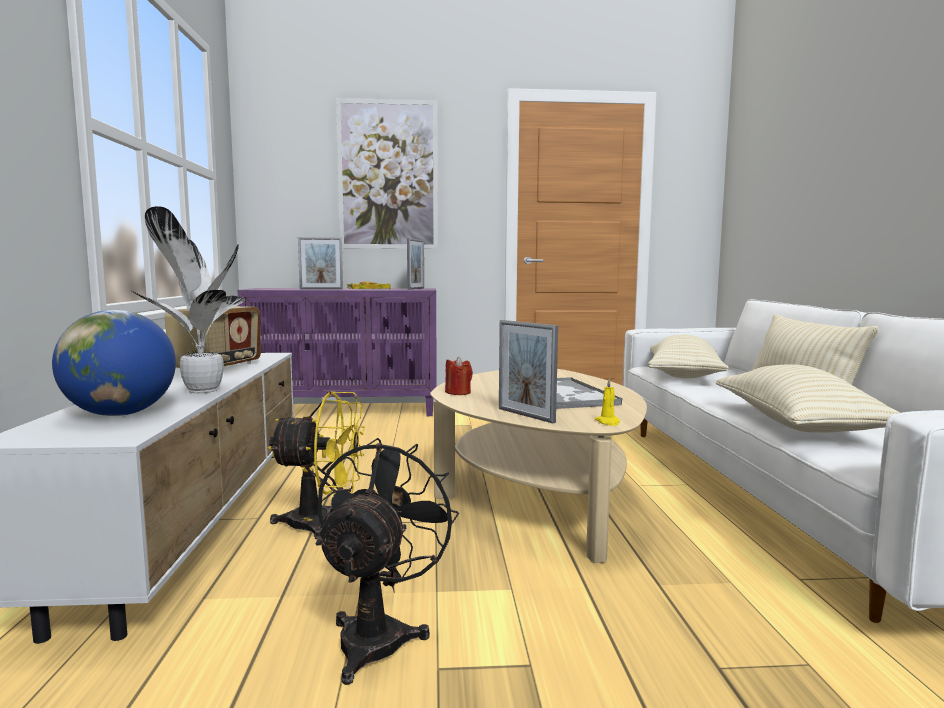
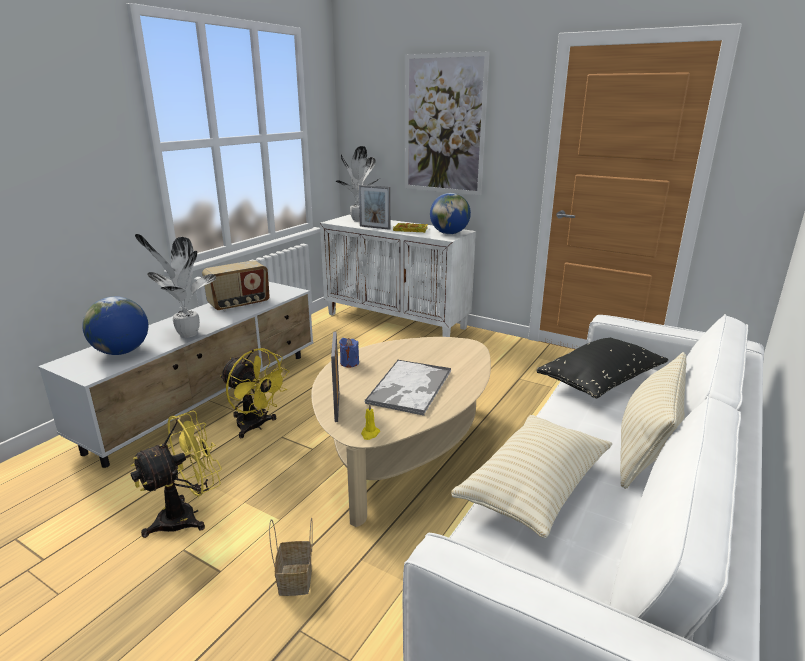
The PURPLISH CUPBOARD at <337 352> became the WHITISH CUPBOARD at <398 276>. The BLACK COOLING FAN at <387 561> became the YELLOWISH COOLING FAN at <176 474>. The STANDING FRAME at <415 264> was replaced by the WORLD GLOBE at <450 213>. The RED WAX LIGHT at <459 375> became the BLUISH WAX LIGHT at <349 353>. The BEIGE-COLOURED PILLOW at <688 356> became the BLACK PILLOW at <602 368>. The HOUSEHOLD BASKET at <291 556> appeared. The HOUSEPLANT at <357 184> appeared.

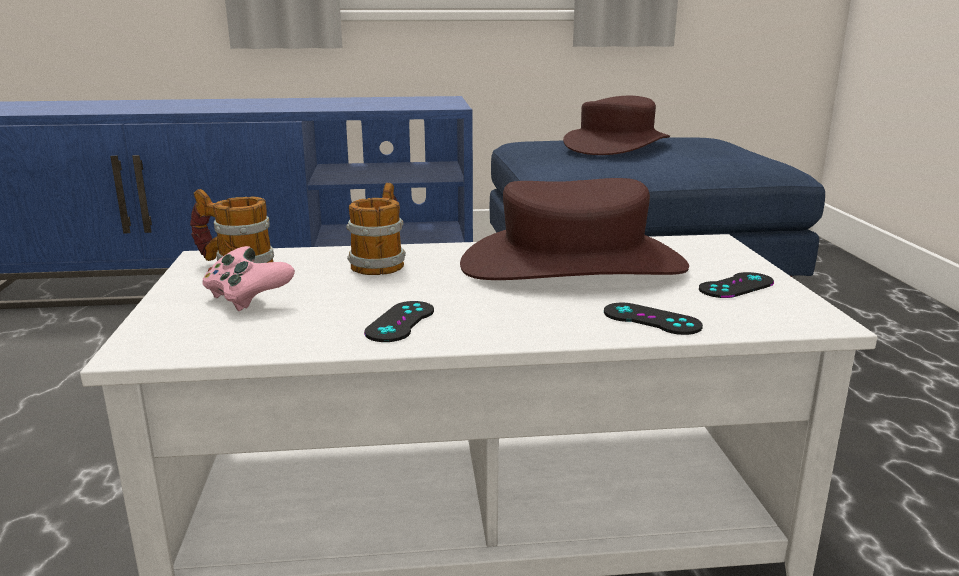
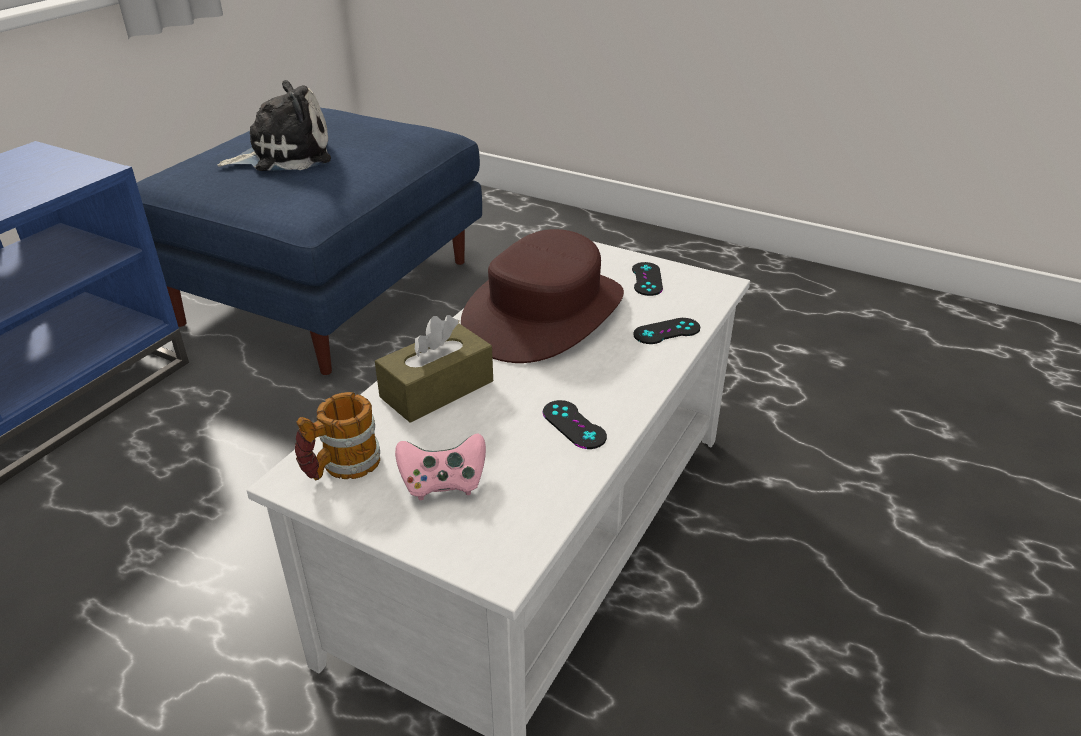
The TEA MUG at <376 229> was replaced by the BROWNISH TISSUE BOX at <434 369>. The BROWNISH CLOTHING HAT at <616 125> was replaced by the SOFT TOY at <274 125>.

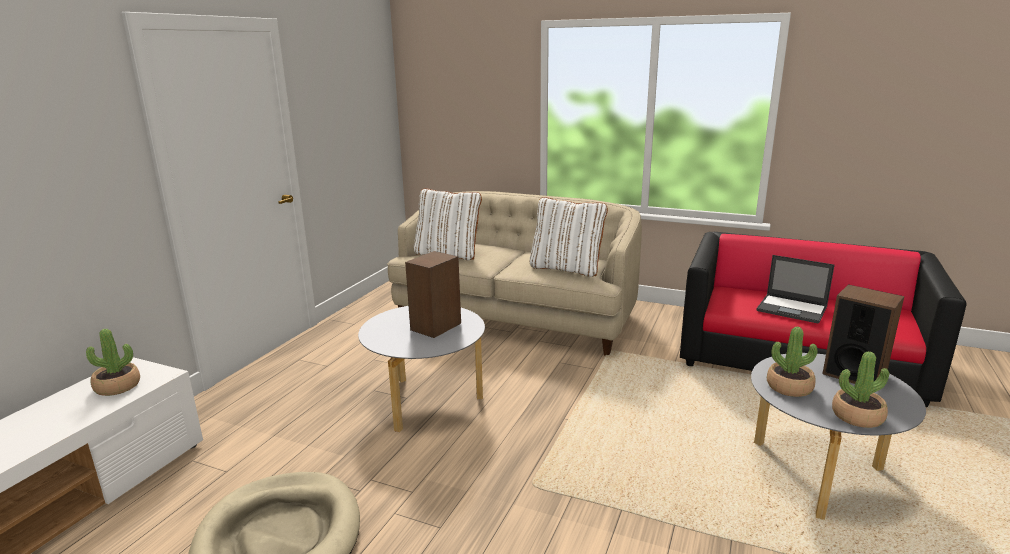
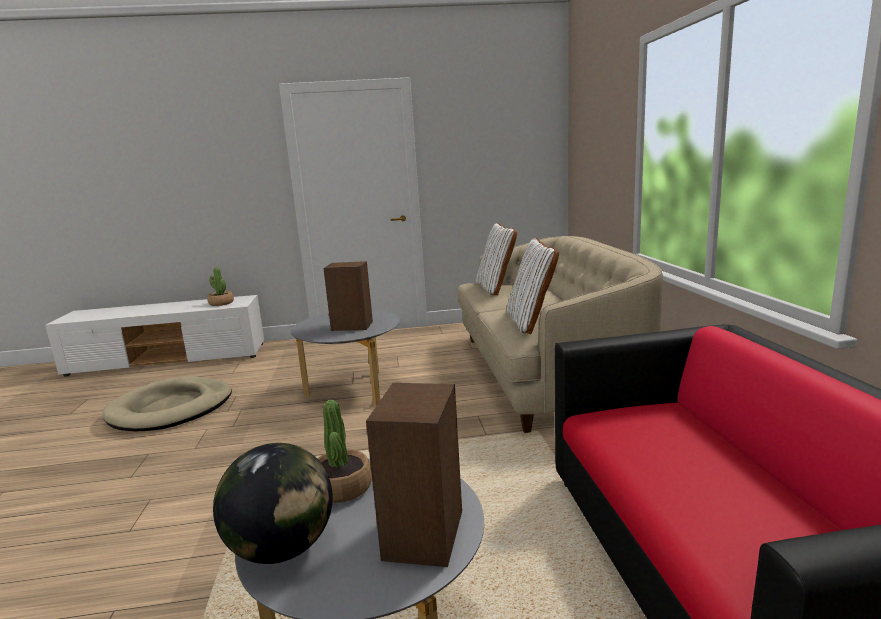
The LAPTOP at <795 289> disappeared. The HOUSEPLANT at <860 390> was replaced by the WORLD GLOBE at <273 503>.

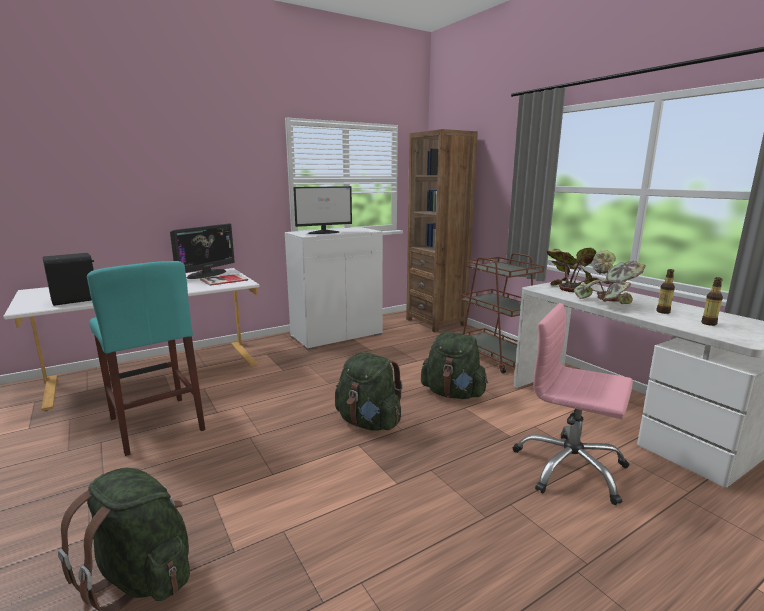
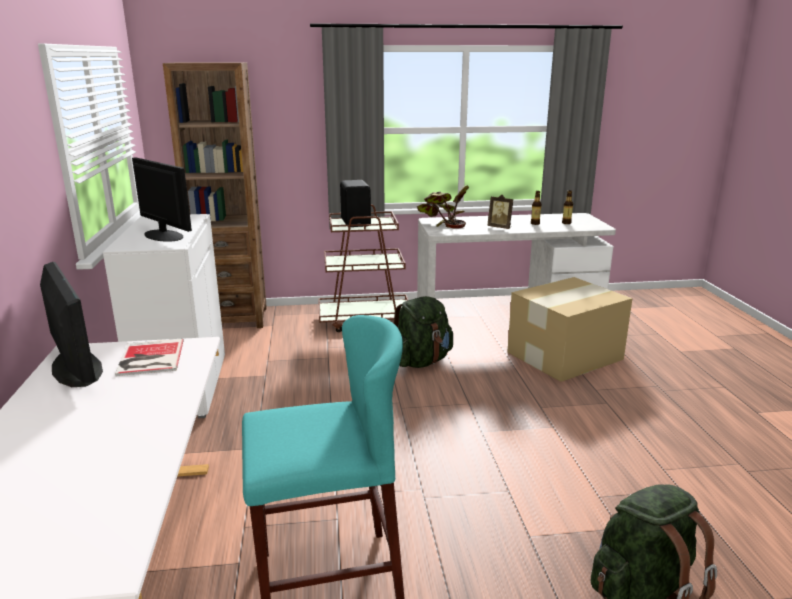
The BLACK LOUDSPEAKER moved from <68 279> to <355 203>. The COMPUTER SCREEN at <322 210> turned 45 degrees counterclockwise. The GREEN RUCKSACK at <369 391> disappeared. The PINK-COLOURED OFFICE CHAIR at <573 404> was replaced by the PACKING BOX at <570 329>. The HOUSEPLANT at <610 277> was replaced by the STANDING FRAME at <500 212>.

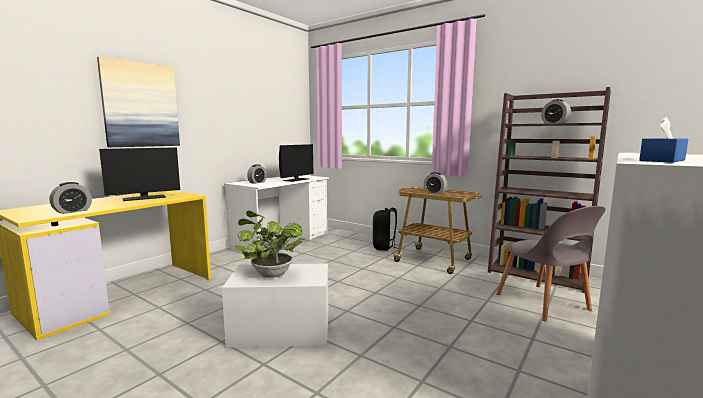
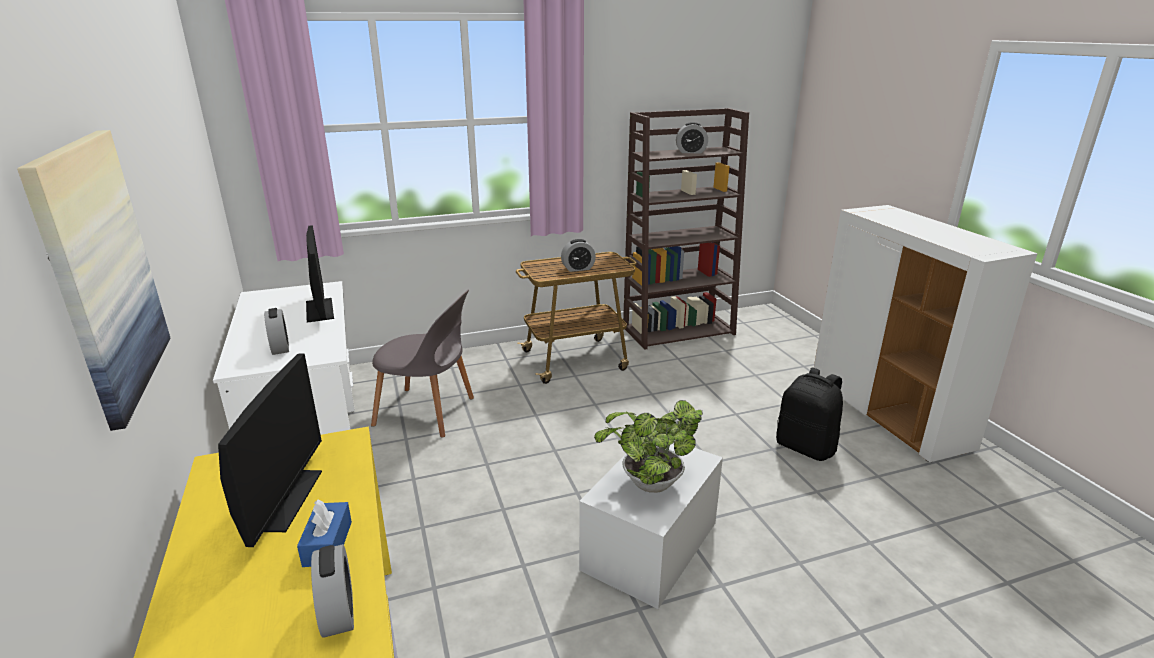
The BLACK RUCKSACK moved from <386 229> to <809 414>. The GREYISH UPRIGHT CHAIR moved from <551 264> to <422 363>. The BLUISH TISSUE BOX moved from <663 140> to <324 533>.

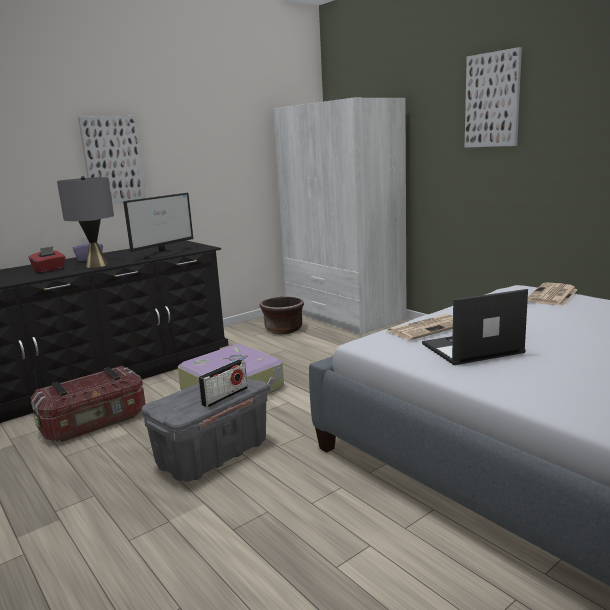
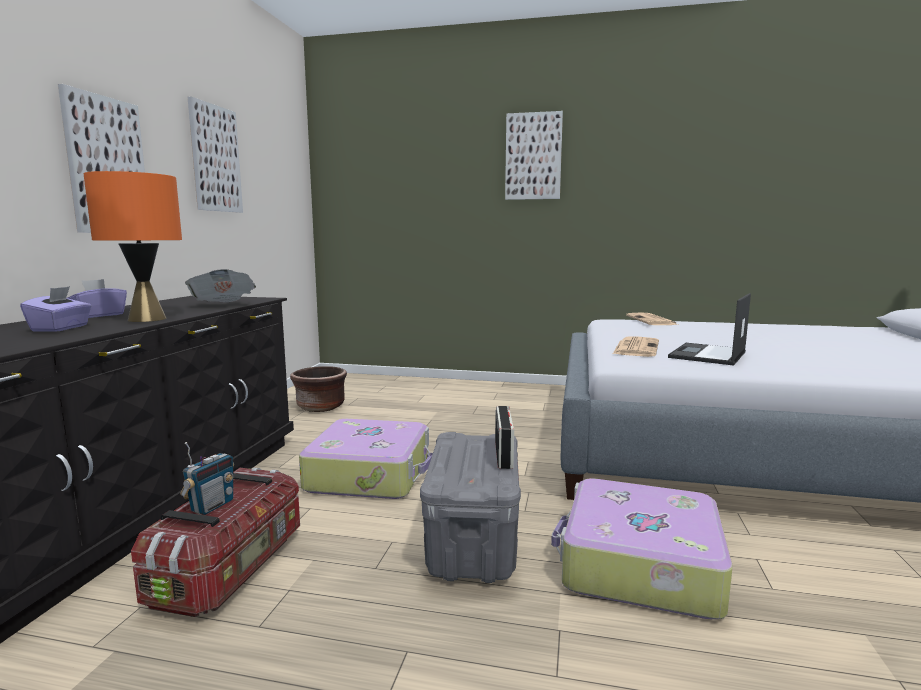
The RED TISSUE BOX at <46 259> became the PURPLISH TISSUE BOX at <55 309>. The GREYISH TABLE LAMP at <85 222> became the ORANGE-COLOURED TABLE LAMP at <132 246>. The COMPUTER SCREEN at <158 226> was replaced by the DAILY PAPER at <220 285>. The WHITISH WARDROBE at <340 216> disappeared. The RADIO RECEIVER at <207 478> appeared. The PICTURE at <215 155> appeared. The TRAVEL CASE at <642 548> appeared.

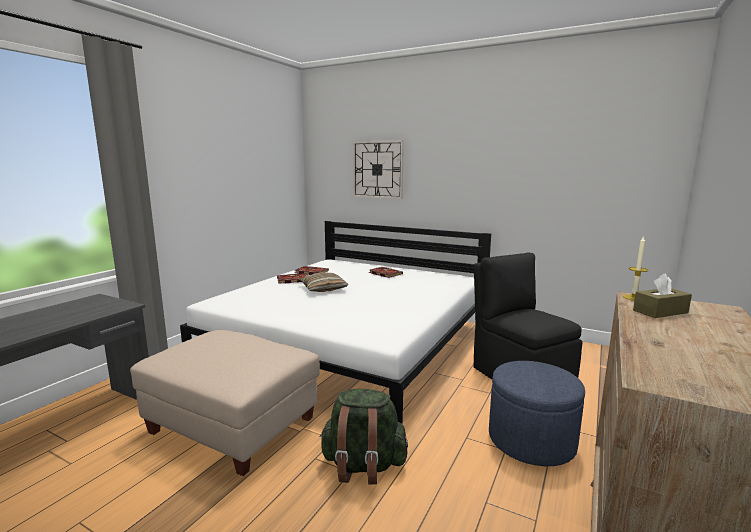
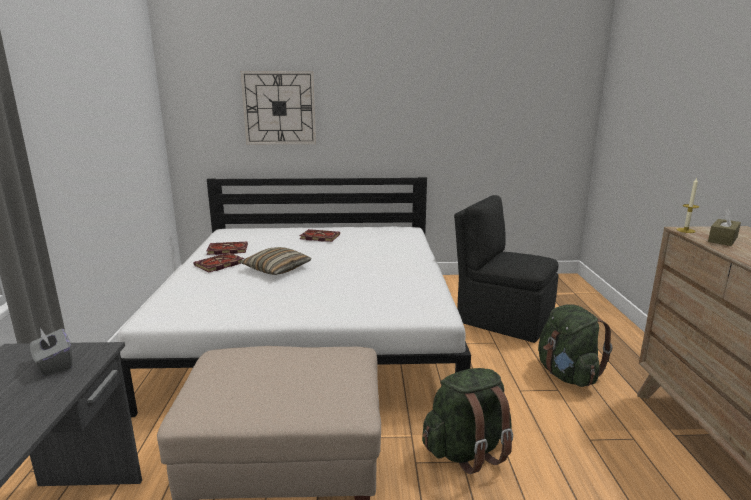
The BLUISH OTTOMAN at <537 413> was replaced by the GREEN RUCKSACK at <575 345>. The GREYISH TISSUE BOX at <51 352> appeared.

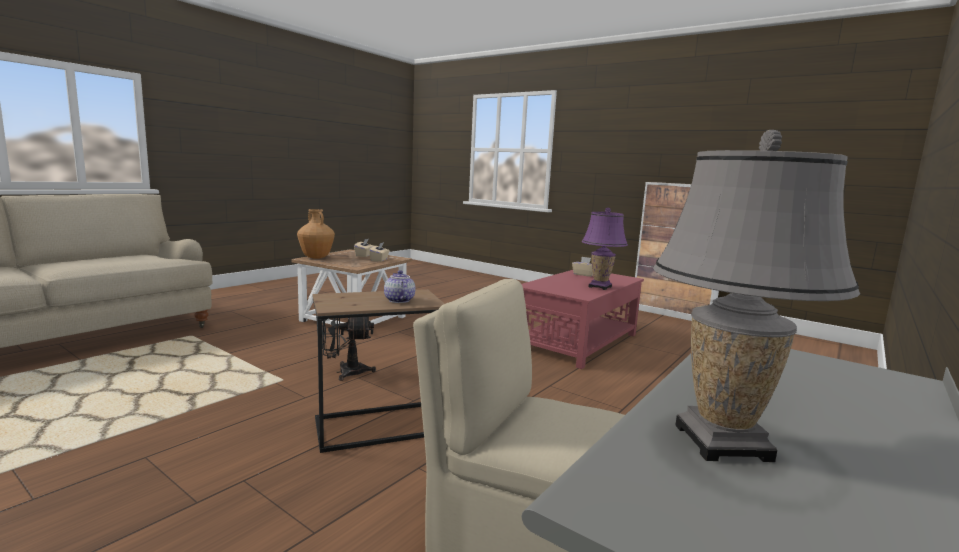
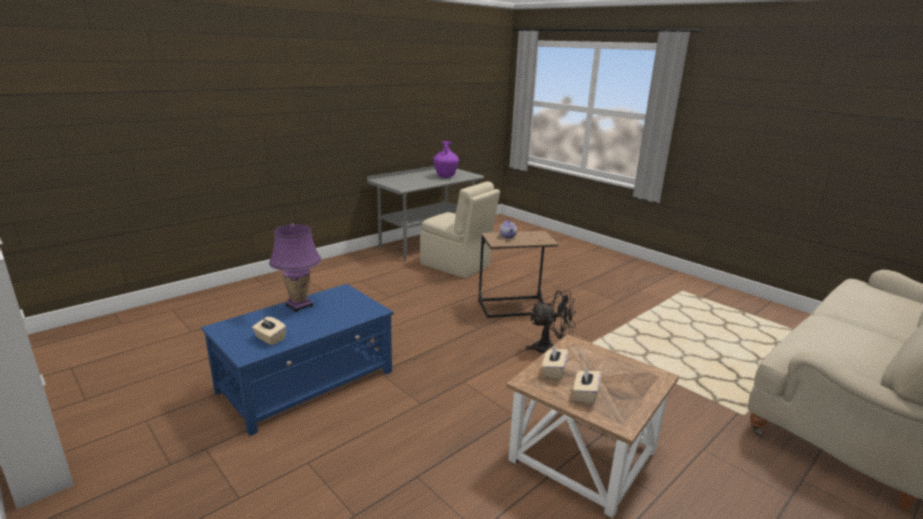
The BROWNISH DECORATIVE VASE at <316 234> disappeared. The RED LOUNGE TABLE at <583 319> became the BLUISH LOUNGE TABLE at <297 360>. The GREYISH TABLE LAMP at <756 296> was replaced by the PURPLISH DECORATIVE VASE at <446 159>.

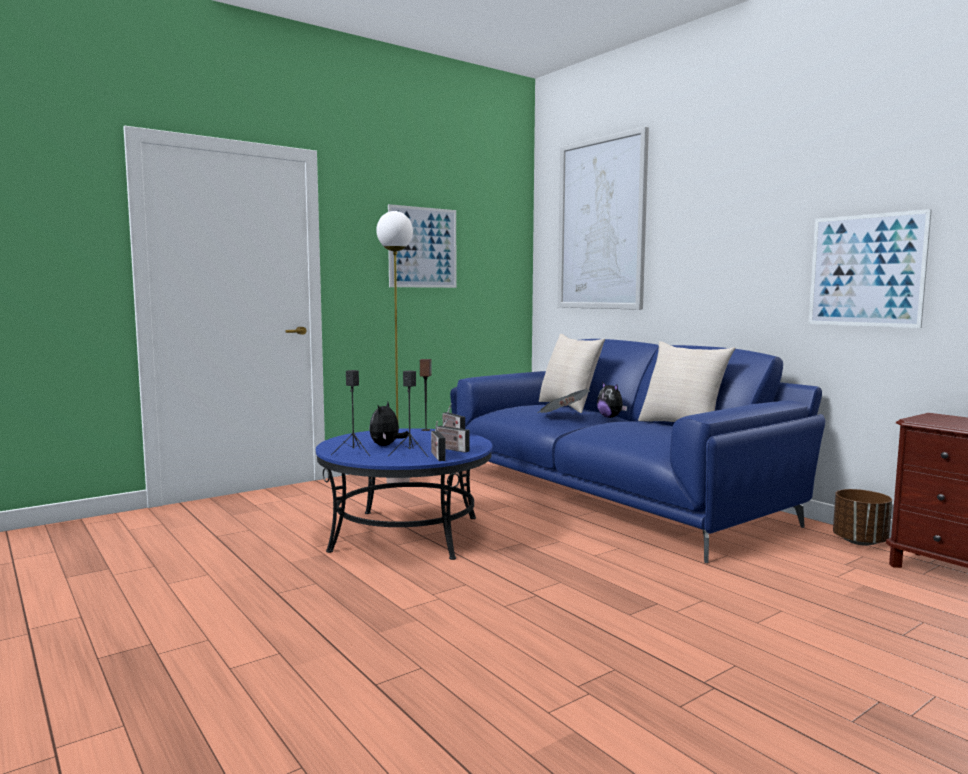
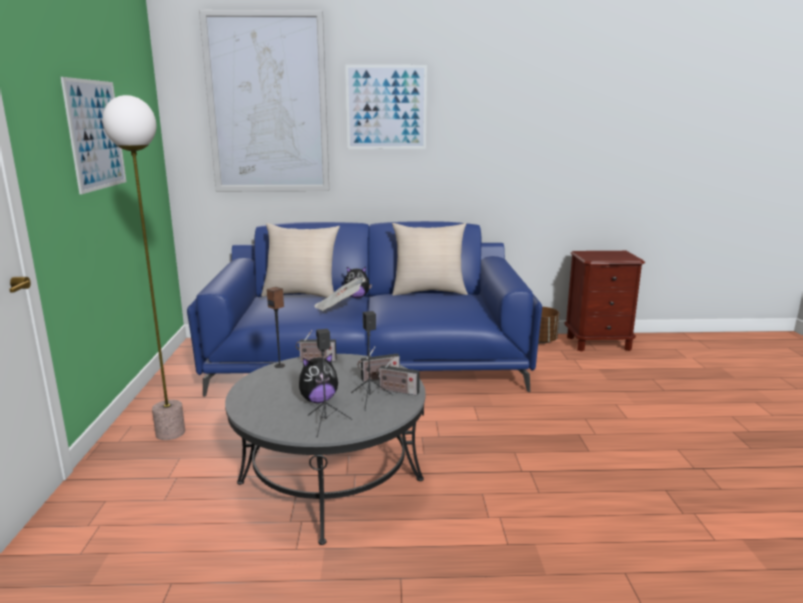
The BLUISH LOUNGE TABLE at <404 494> became the GREYISH LOUNGE TABLE at <325 449>. The SOFT TOY at <389 424> turned 75 degrees counterclockwise. The PICTURE moved from <870 268> to <386 107>.

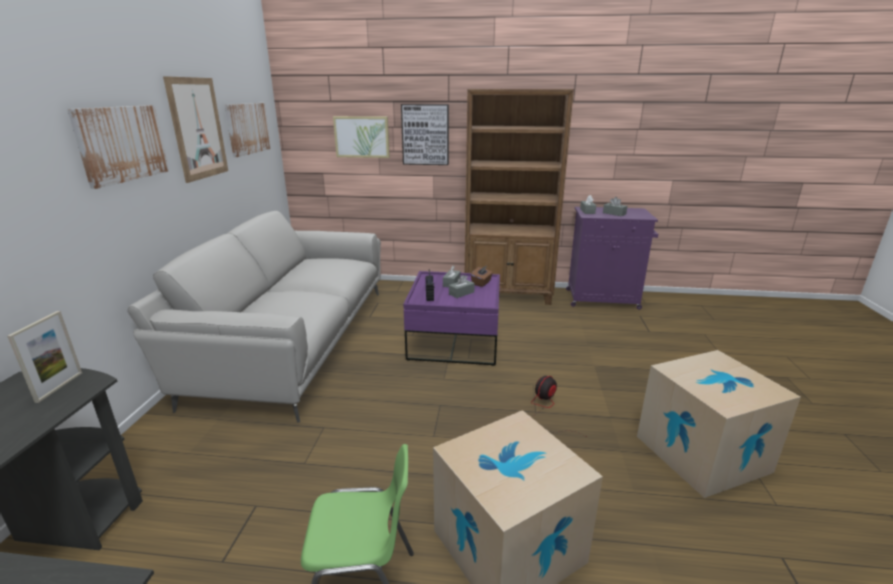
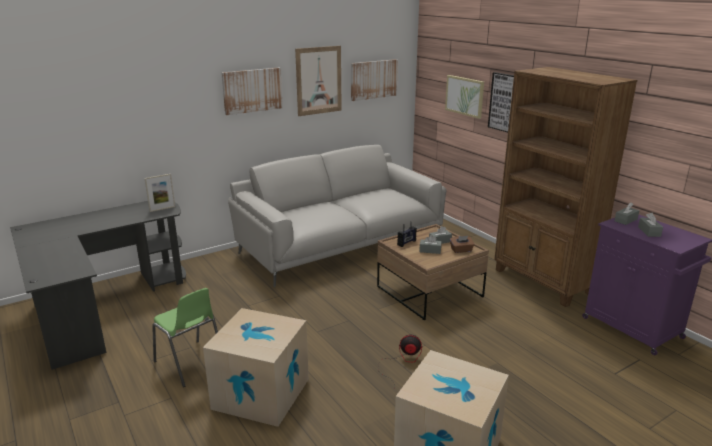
The PURPLISH LOUNGE TABLE at <451 318> became the BROWNISH LOUNGE TABLE at <433 272>.

